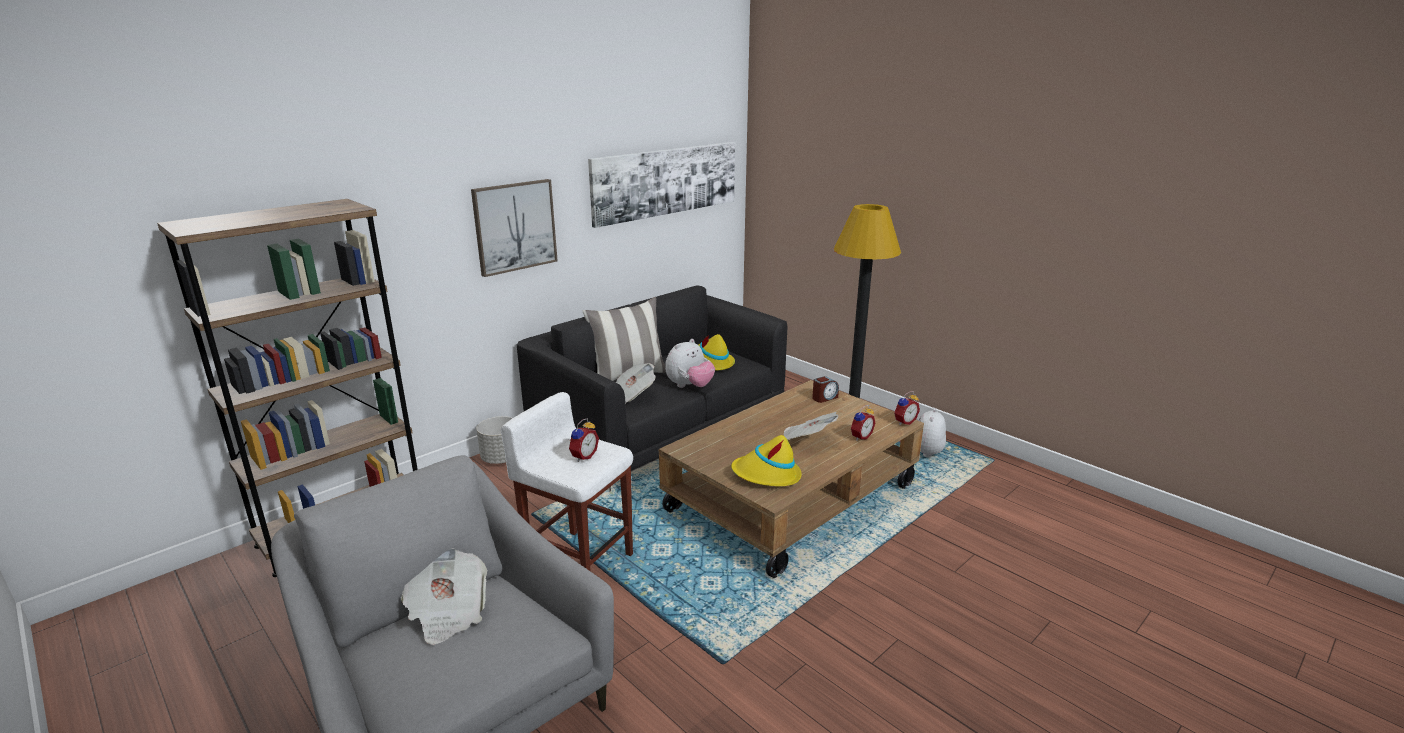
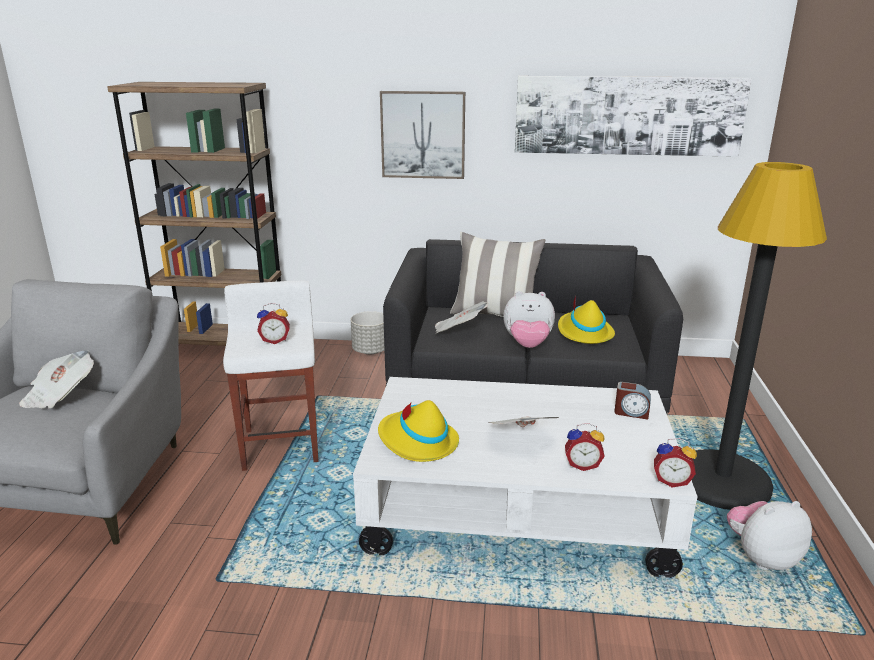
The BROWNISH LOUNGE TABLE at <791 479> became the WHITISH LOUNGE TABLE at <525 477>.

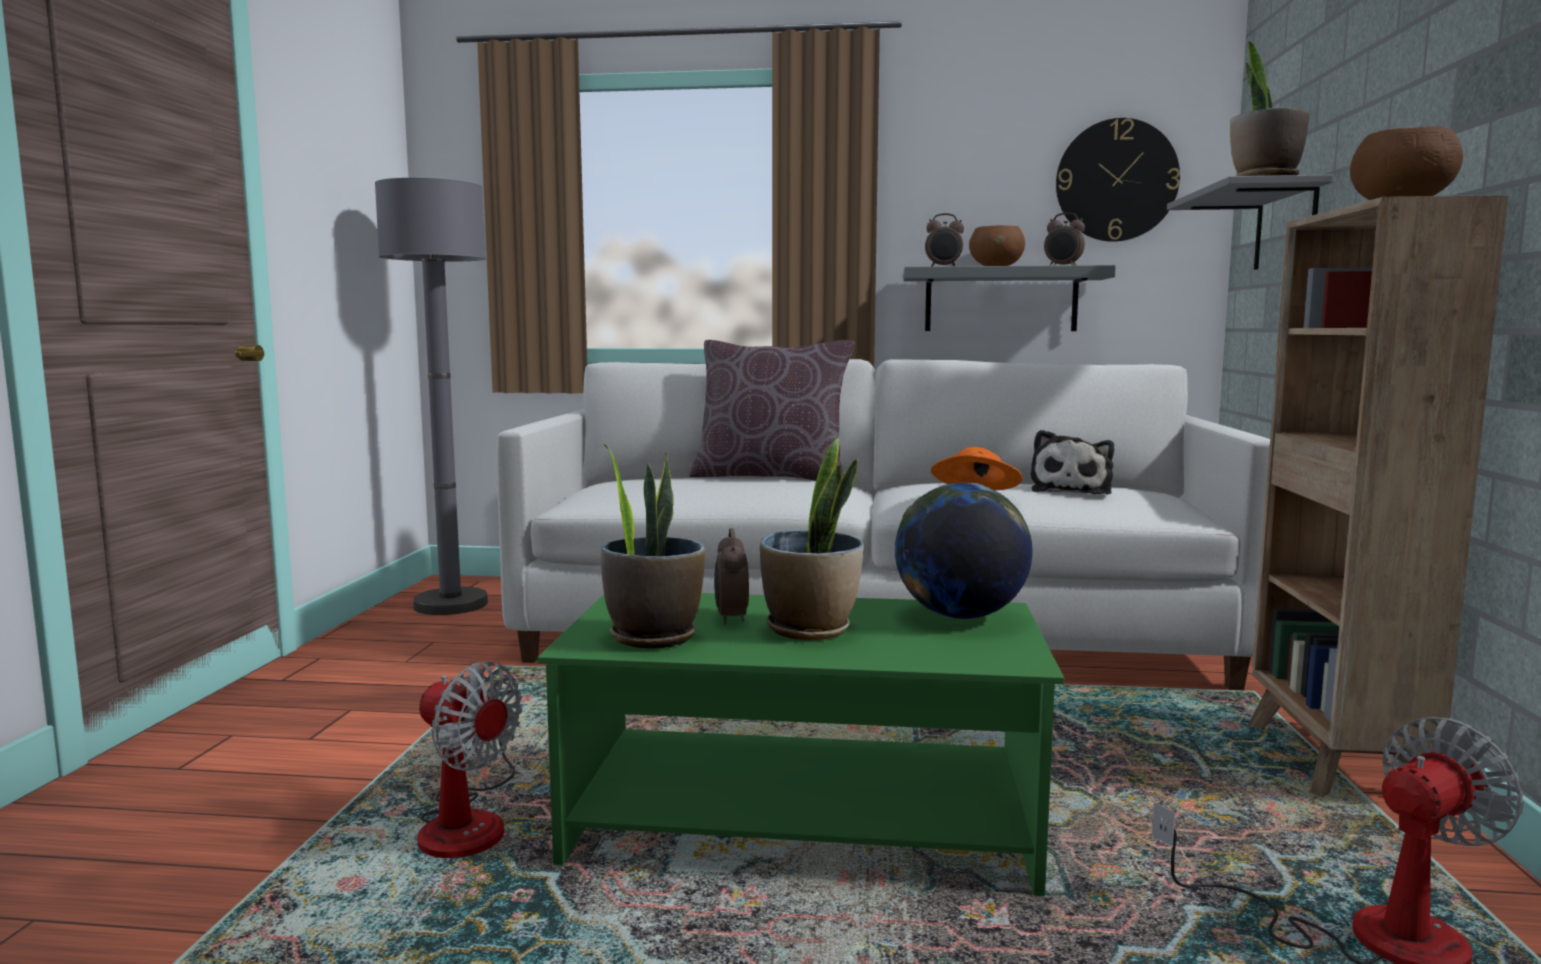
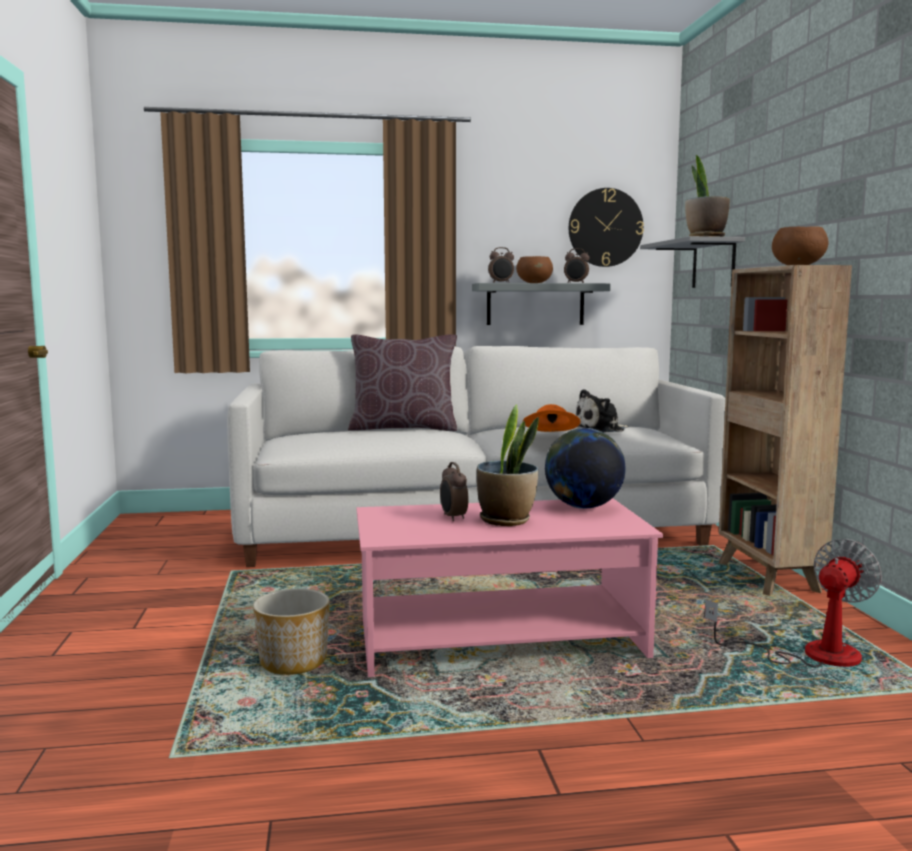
The GREYISH STANDARD LAMP at <431 396> disappeared. The COOLING FAN at <469 760> was replaced by the FLOWER POT at <291 632>. The GREEN LOUNGE TABLE at <800 744> became the PINK-COLOURED LOUNGE TABLE at <509 587>. The HOUSEPLANT at <653 546> disappeared. The SOFT TOY at <1072 462> turned 60 degrees clockwise.

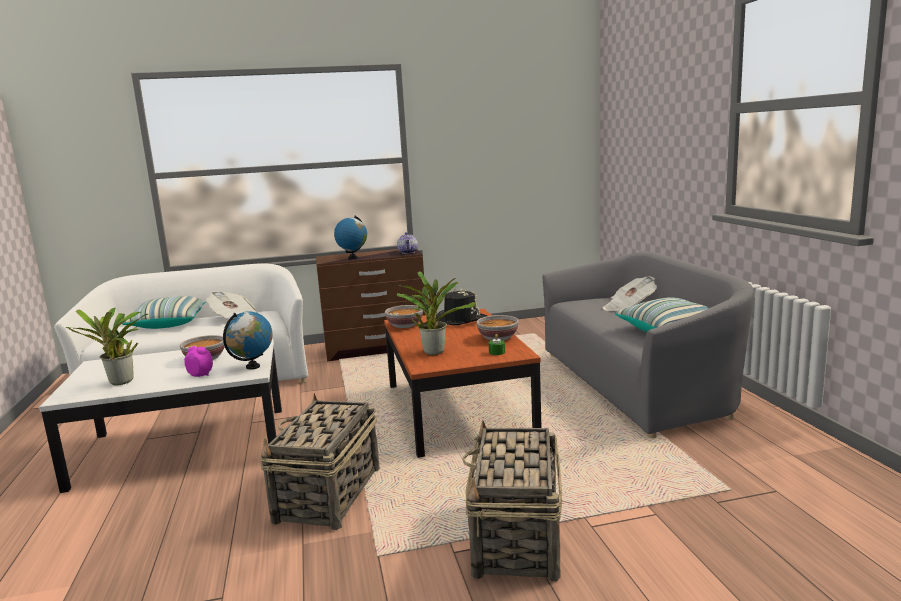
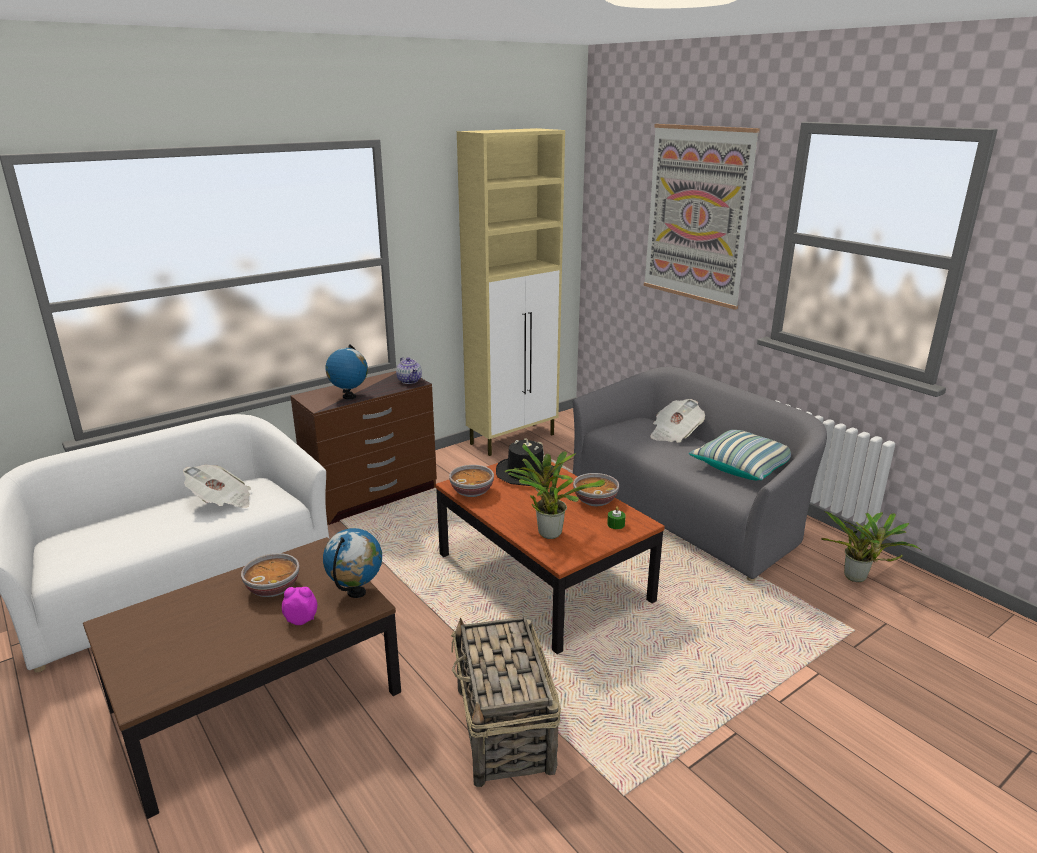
The WHITISH LOUNGE TABLE at <160 416> became the BROWNISH LOUNGE TABLE at <242 678>. The HOUSEPLANT moved from <107 346> to <871 546>. The PILLOW at <164 312> disappeared. The HOUSEHOLD BASKET at <512 500> disappeared. The BEIGE-COLOURED CUPBOARD at <511 292> appeared. The PICTURE at <702 217> appeared.

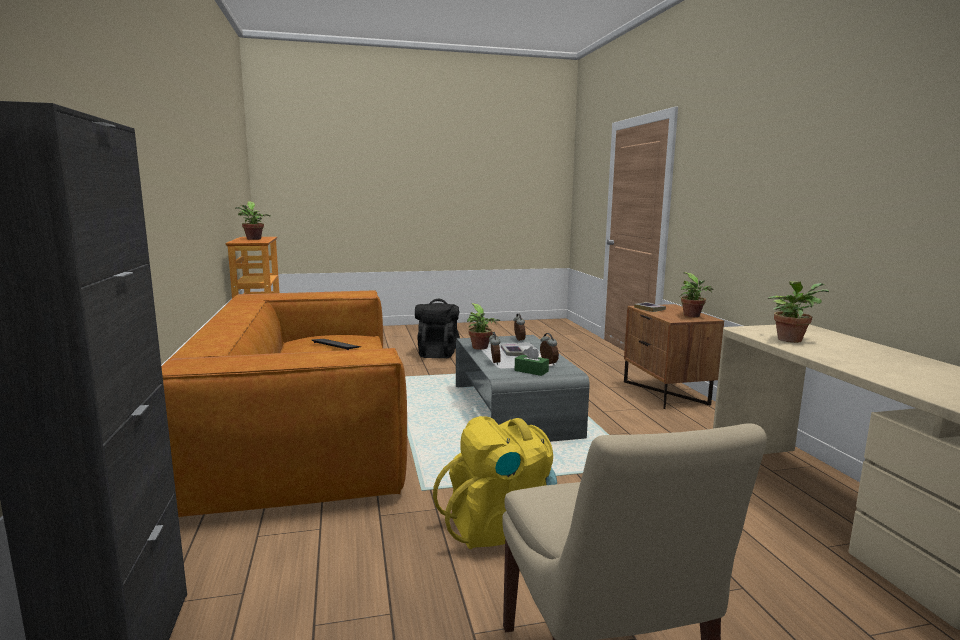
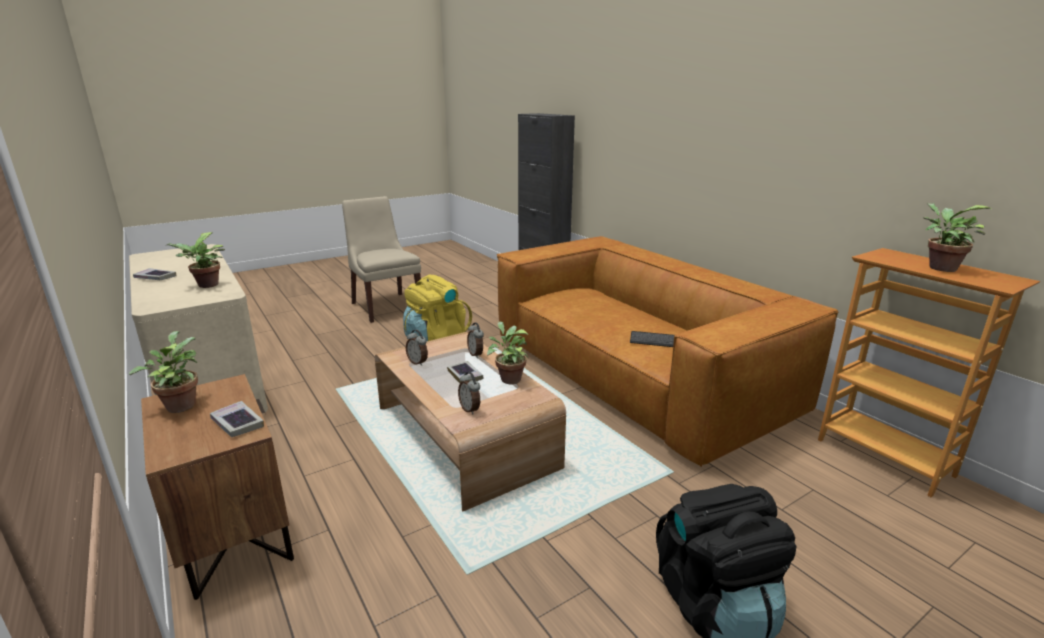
The GREYISH LOUNGE TABLE at <523 388> became the BROWNISH LOUNGE TABLE at <470 421>. The GREEN TISSUE BOX at <532 361> disappeared. The BOOK at <155 274> appeared.

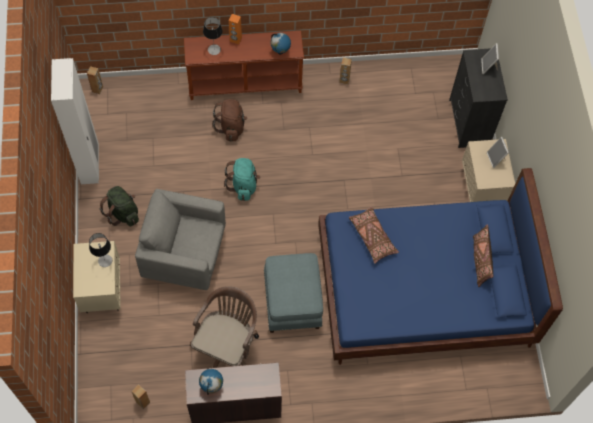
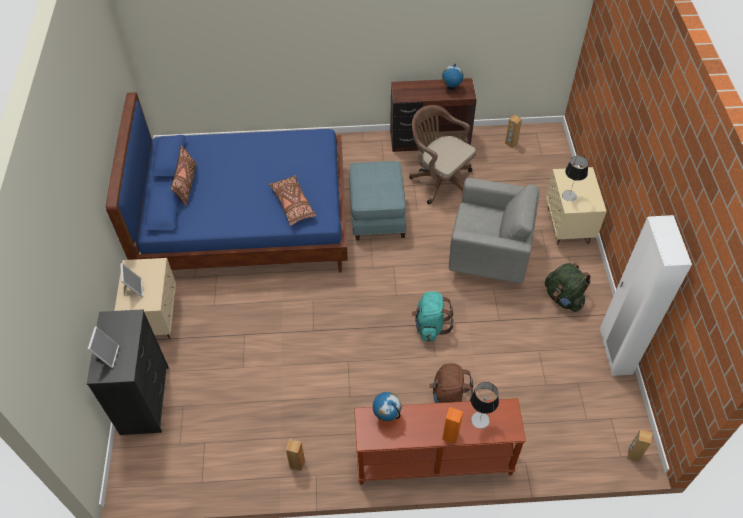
The BROWNISH OFFICE CHAIR at <224 327> turned 105 degrees clockwise.

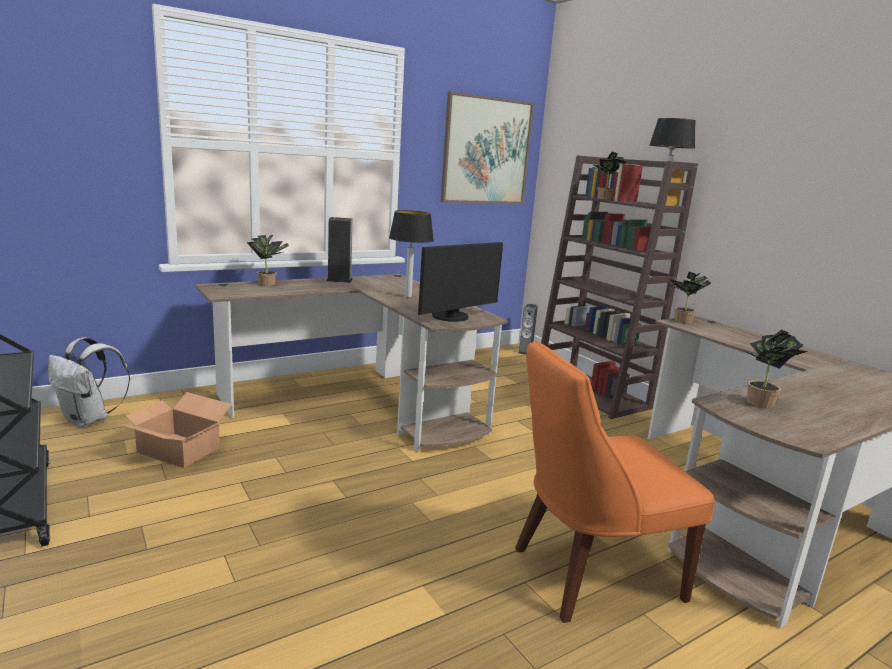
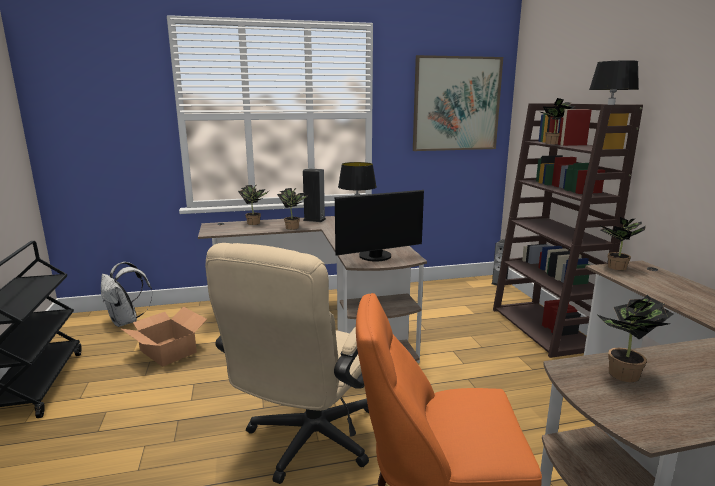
The BEIGE-COLOURED OFFICE CHAIR at <287 363> appeared. The HOUSEPLANT at <293 209> appeared.

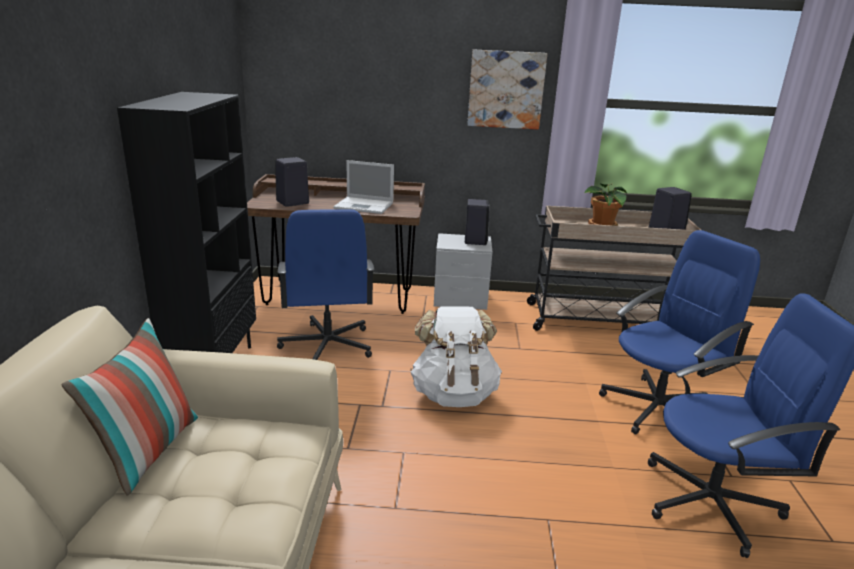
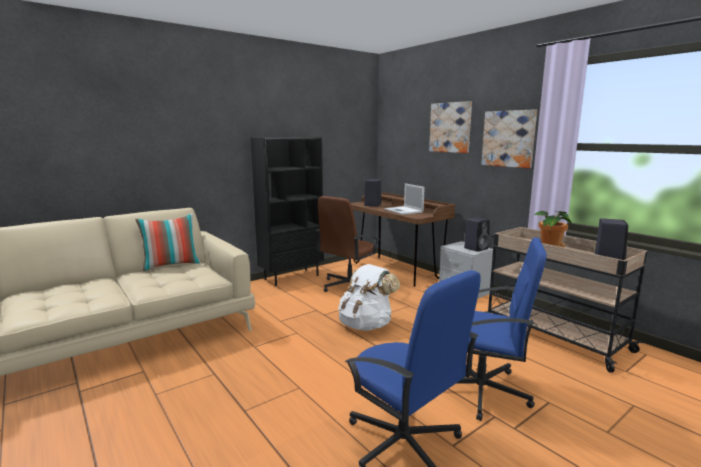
The BLUISH OFFICE CHAIR at <326 284> became the BROWNISH OFFICE CHAIR at <347 244>. The PICTURE at <450 127> appeared.

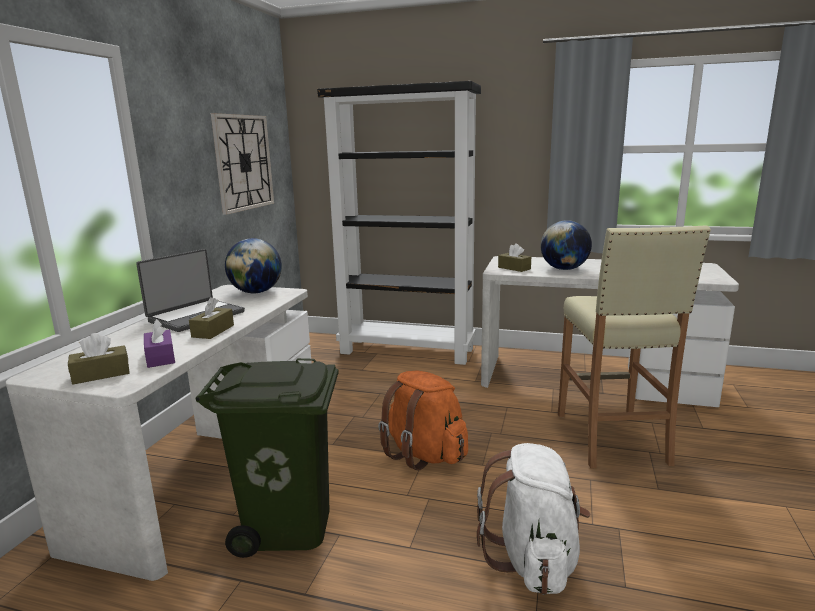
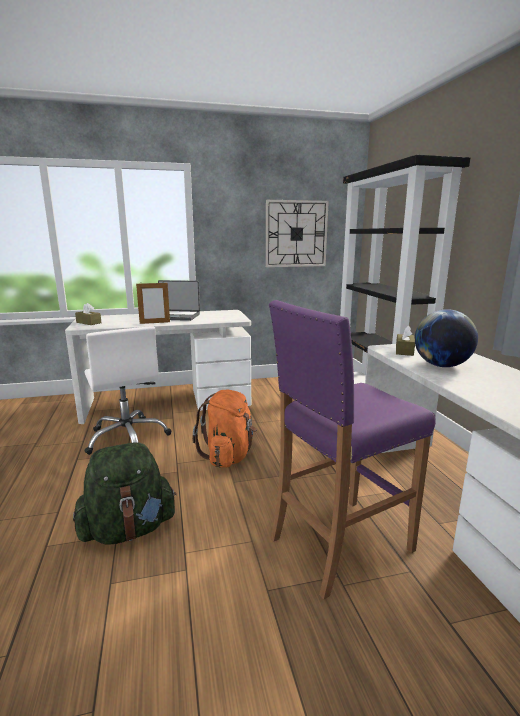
The PURPLISH TISSUE BOX at <159 343> disappeared. The BROWNISH TISSUE BOX at <211 318> was replaced by the STANDING FRAME at <153 303>. The GREEN TRASH CAN at <267 458> was replaced by the WHITISH OFFICE CHAIR at <128 391>. The WORLD GLOBE at <253 265> disappeared. The WHITISH RUCKSACK at <533 519> became the GREEN RUCKSACK at <124 493>. The BEIGE-COLOURED STOOL at <634 346> became the PURPLISH STOOL at <352 449>.

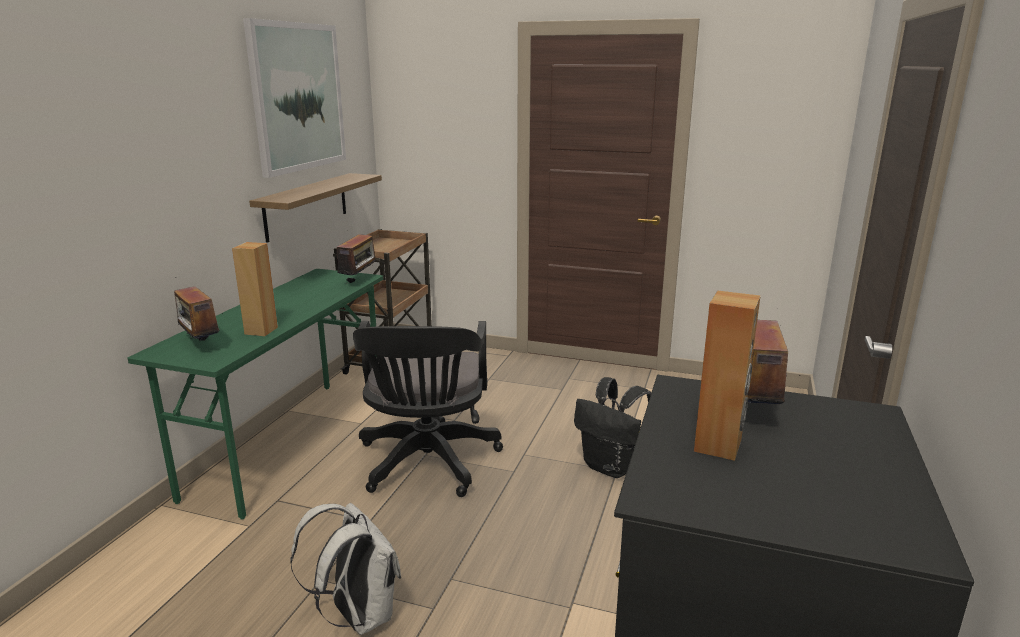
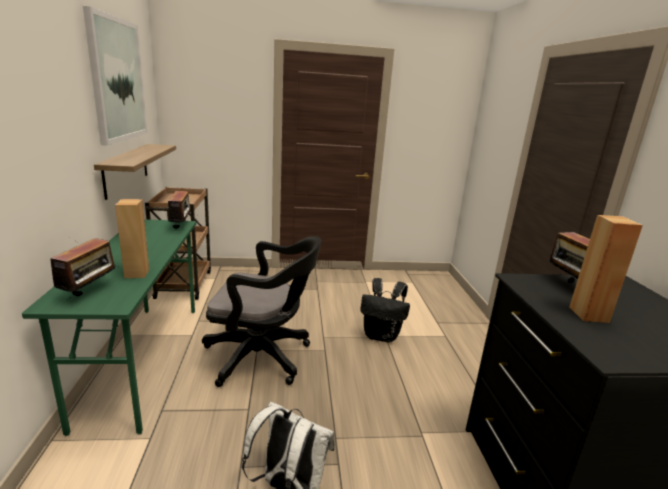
The RADIO RECEIVER at <198 309> turned 105 degrees counterclockwise. The BLACK OFFICE CHAIR at <428 409> turned 60 degrees counterclockwise.

